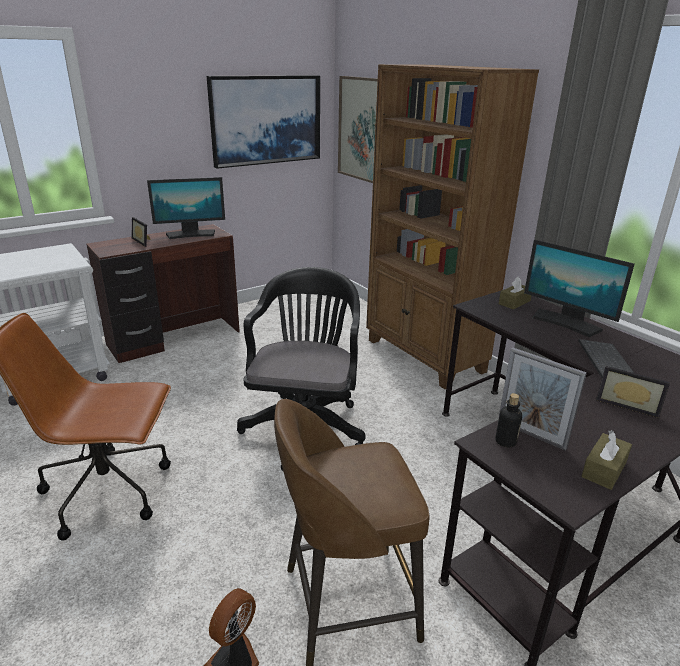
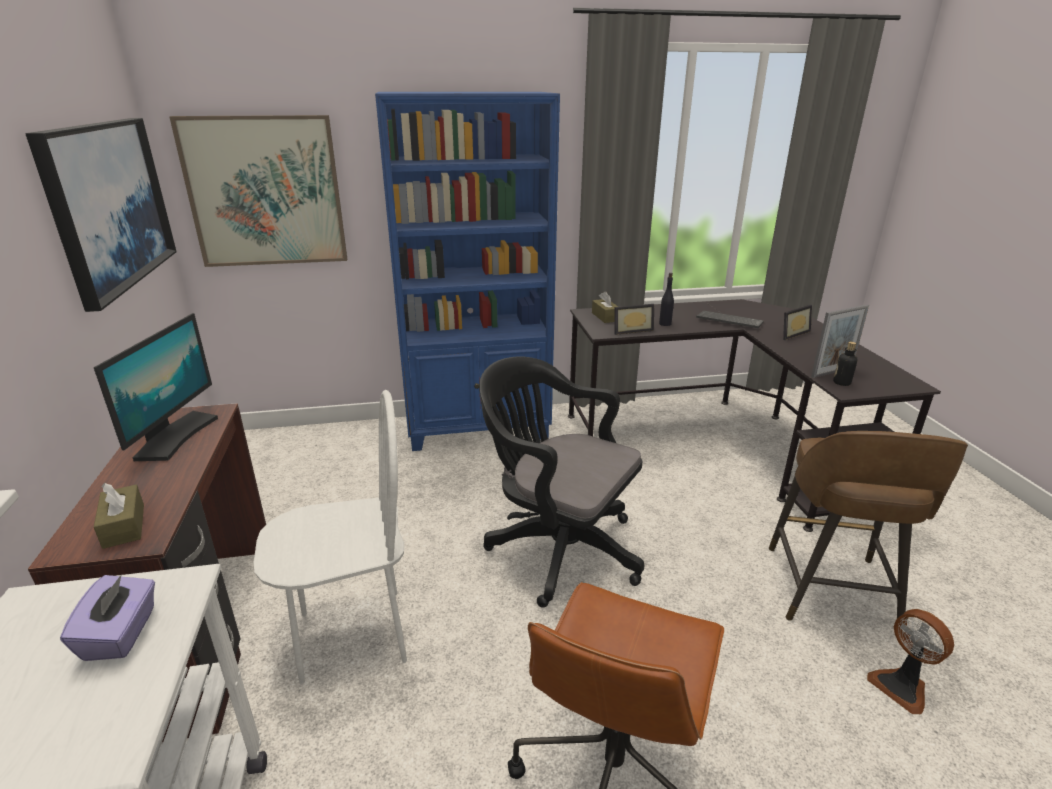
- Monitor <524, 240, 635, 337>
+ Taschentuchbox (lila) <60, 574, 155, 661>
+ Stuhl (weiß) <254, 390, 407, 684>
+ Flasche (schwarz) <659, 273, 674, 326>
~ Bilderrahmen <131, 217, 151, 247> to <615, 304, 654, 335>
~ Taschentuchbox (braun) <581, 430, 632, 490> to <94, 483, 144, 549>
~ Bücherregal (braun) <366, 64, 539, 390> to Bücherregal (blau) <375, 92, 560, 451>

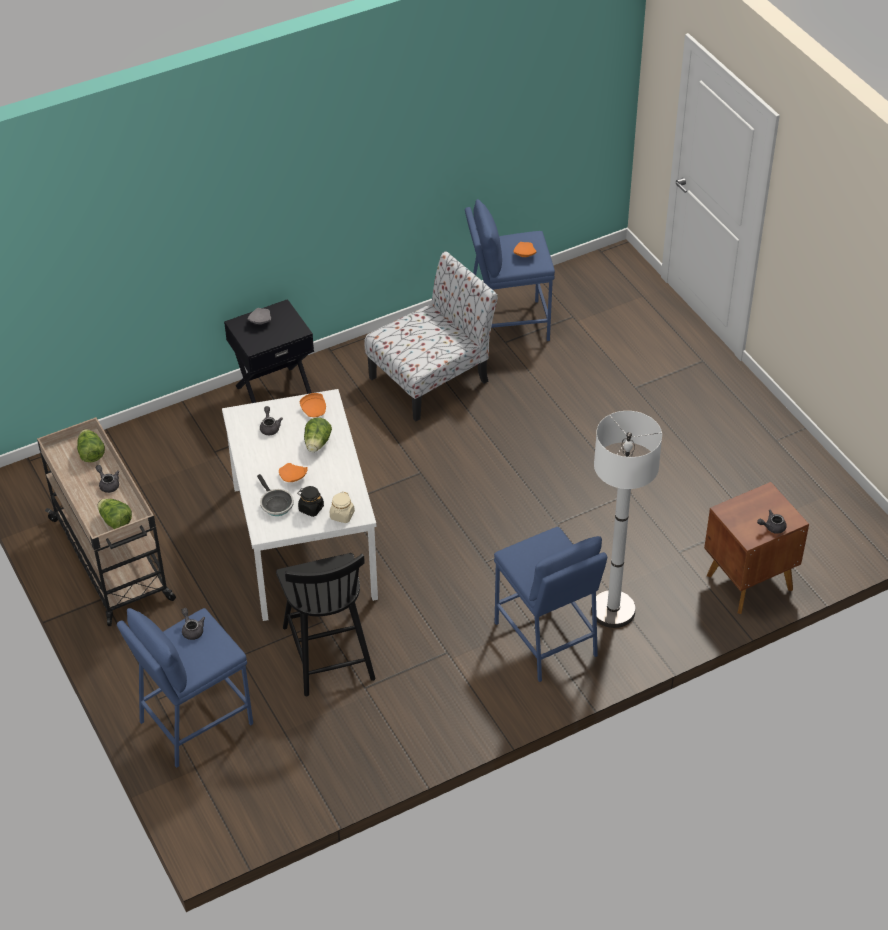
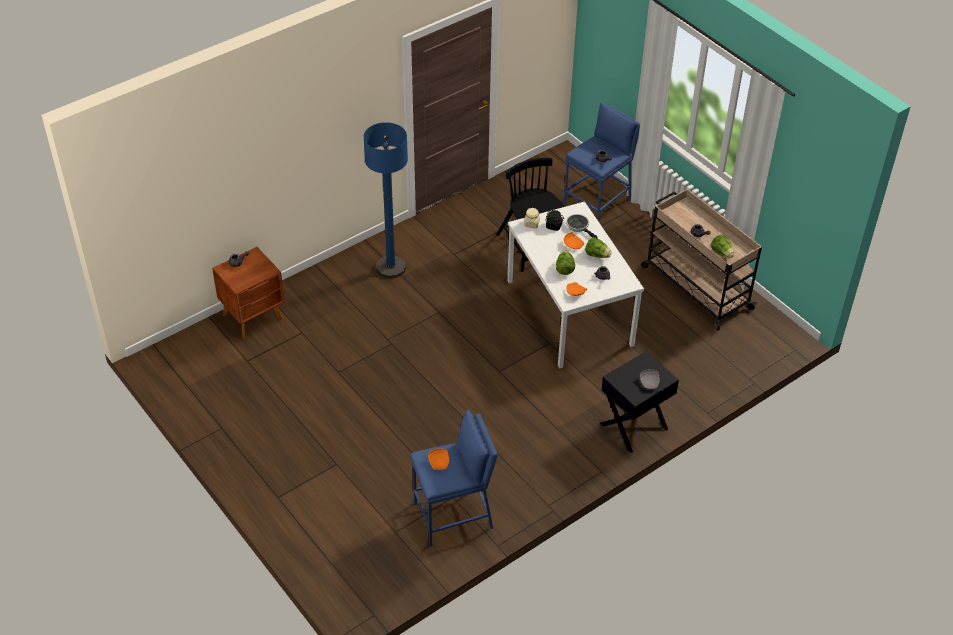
- Stuhl <364, 251, 498, 421>
- Stehlampe (weiß) <591, 411, 662, 628>
~ Salatkopf <97, 499, 132, 529> to <585, 237, 612, 258>
~ Hocker (blau) <494, 527, 607, 682> to Stehlampe (blau) <364, 122, 408, 278>

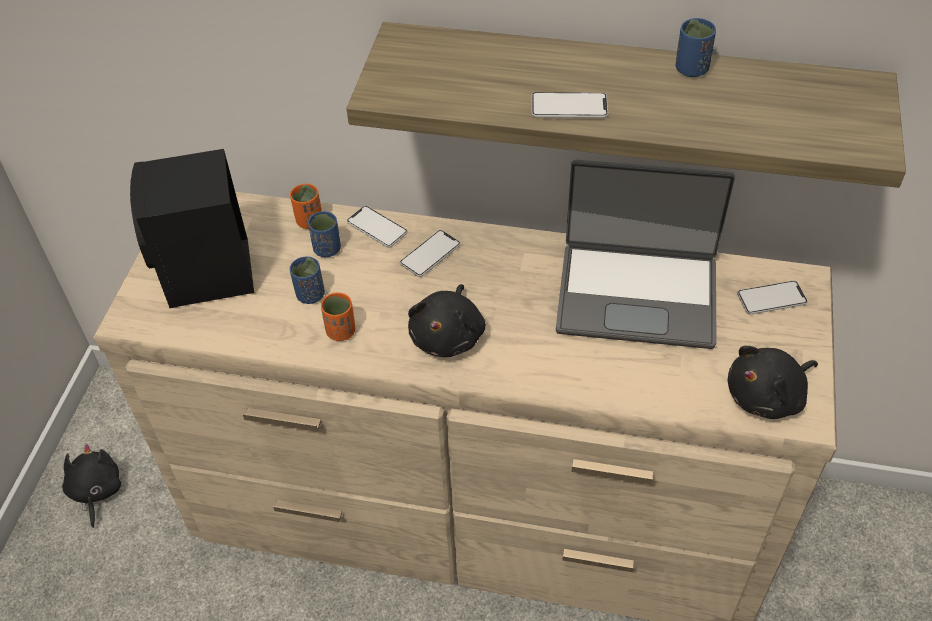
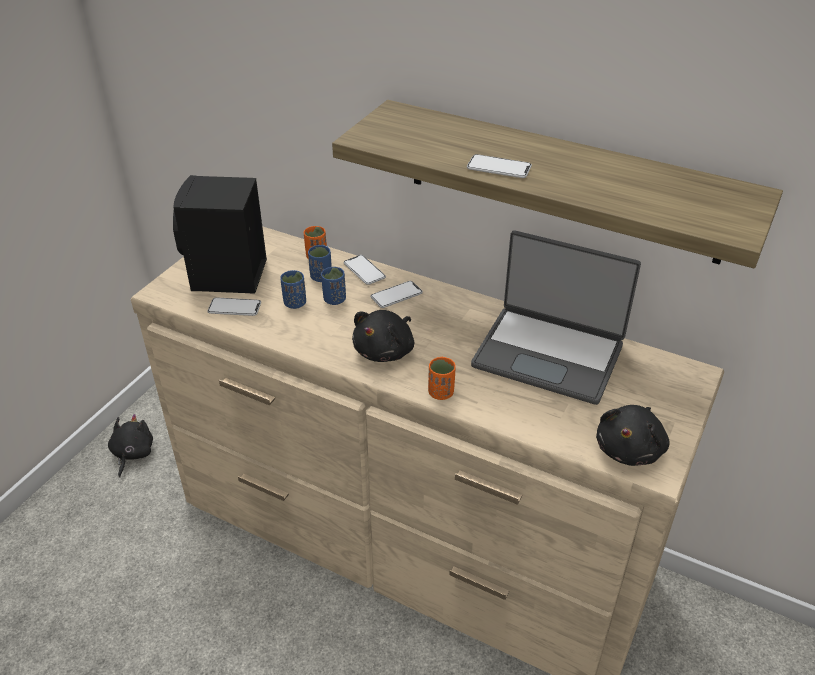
~ Tasse (orange) <321, 292, 355, 341> to <428, 357, 456, 400>
~ Tasse (blau) <676, 18, 716, 77> to <321, 267, 346, 305>
~ Handy <737, 281, 808, 314> to <207, 297, 261, 316>
~ Plüschtier (schwarz) <728, 346, 818, 419> = <596, 405, 670, 466> 45 degrees counterclockwise

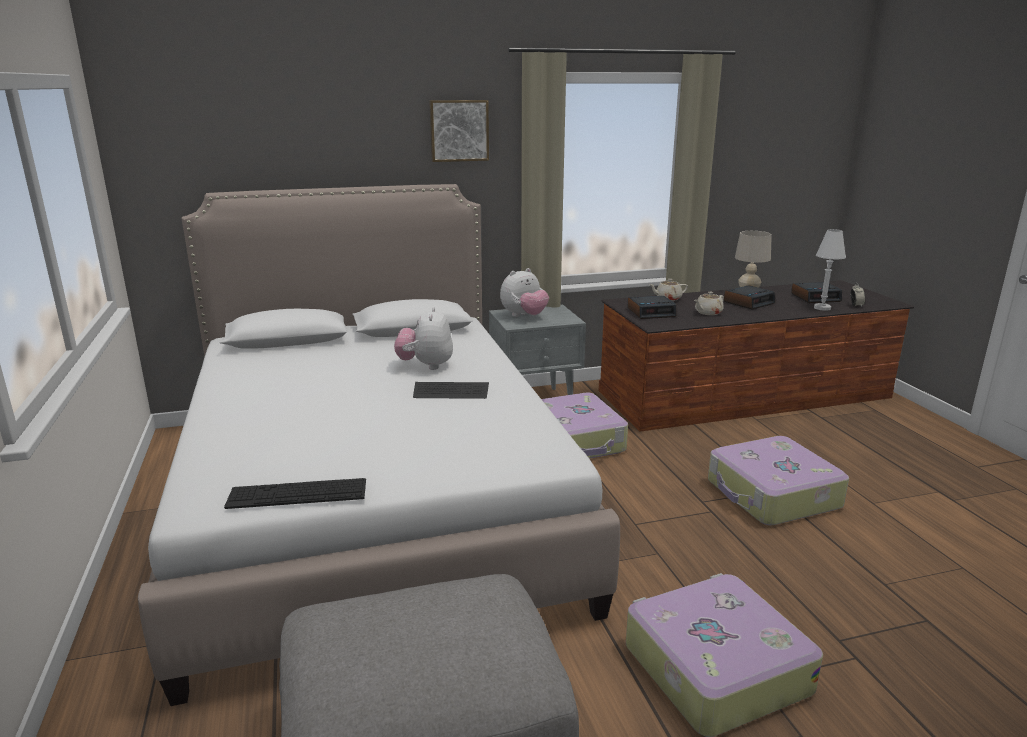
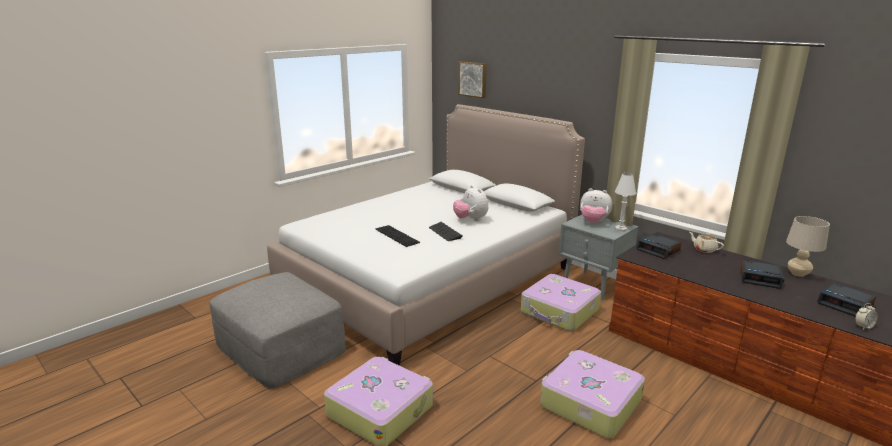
- Teekanne (beige) <695, 292, 724, 315>
~ Tastatur <224, 478, 366, 509> to <375, 225, 420, 247>
~ Bild <429, 100, 489, 162> to <458, 61, 487, 98>
~ Tischlampe (weiß) <814, 229, 846, 311> to <615, 173, 636, 232>
~ Plüschtier <394, 307, 453, 370> = <453, 185, 488, 221> 90 degrees counterclockwise

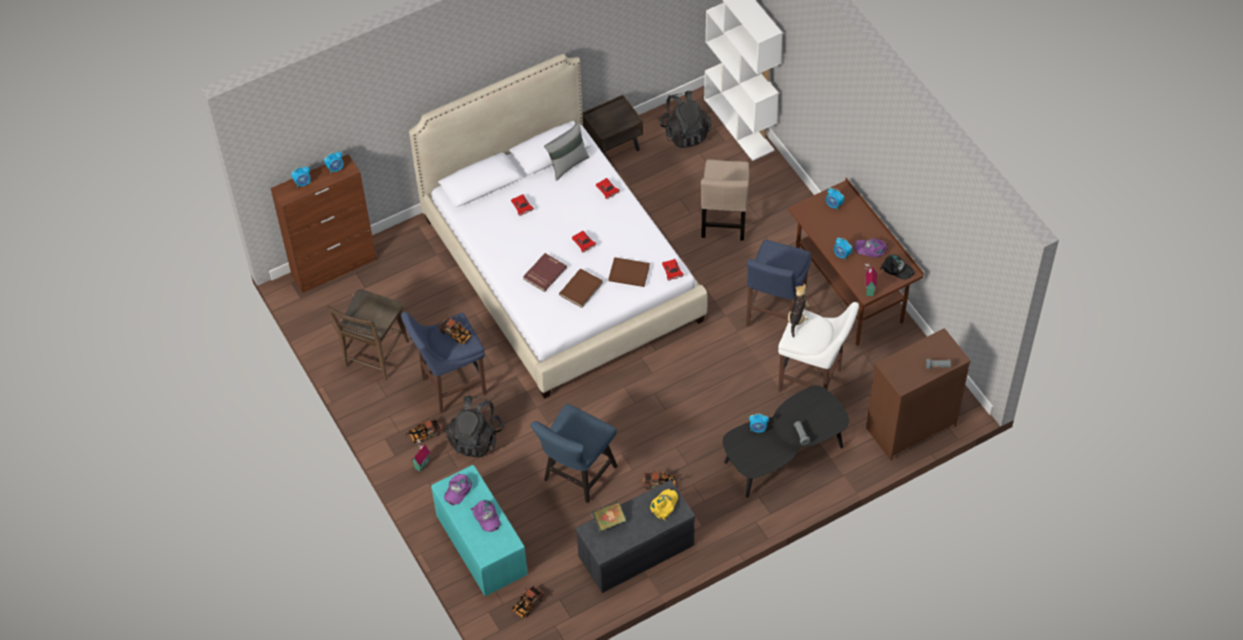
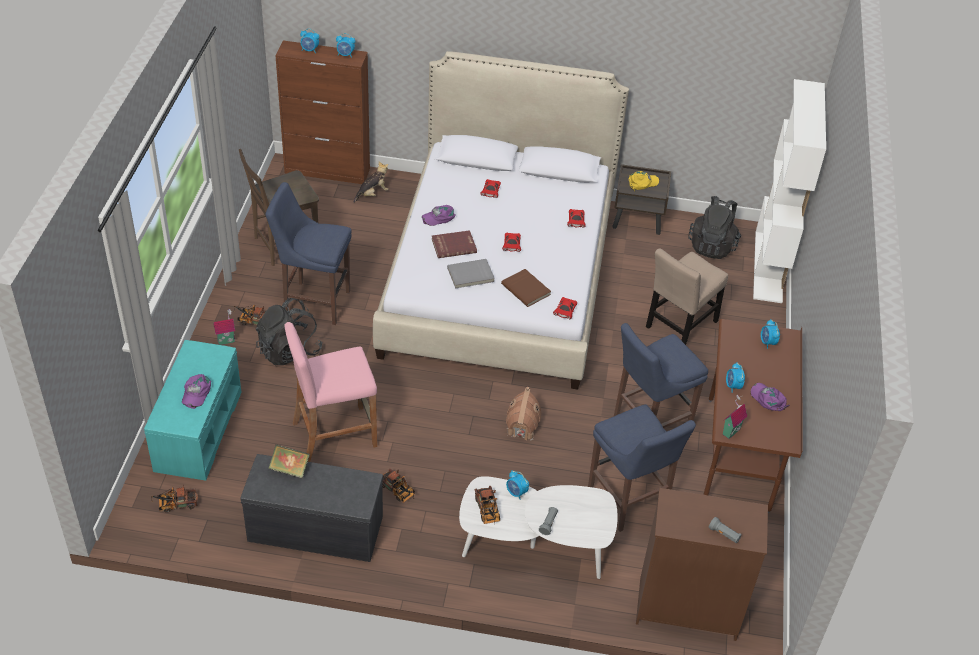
- Kissen (grau) <544, 123, 590, 181>
- Kappe (schwarz) <880, 255, 914, 280>
+ Spielzeughaus <506, 387, 542, 441>
~ Spielzeuglaster <438, 317, 471, 345> to <475, 486, 500, 525>
~ Kappe (lila) <444, 473, 473, 505> to <422, 205, 456, 226>
~ Kappe (gelb) <650, 489, 678, 520> to <628, 171, 659, 191>
~ Plüschtier <788, 284, 809, 338> to <354, 161, 389, 203>
~ Stuhl (blau) <530, 404, 617, 503> to Hocker (rosa) <284, 322, 377, 462>
~ Buch (braun) <559, 268, 603, 308> to Buch (grau) <447, 259, 495, 289>
~ Couchtisch (schwarz) <723, 385, 849, 498> to Couchtisch (weiß) <459, 476, 618, 579>
~ Hocker (weiß) <778, 302, 859, 392> to Hocker (blau) <588, 404, 696, 532>

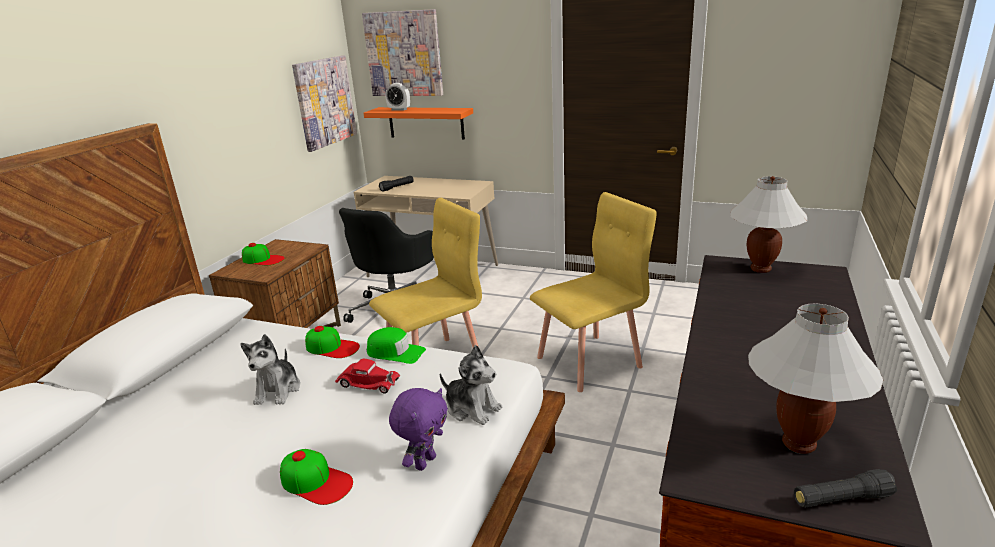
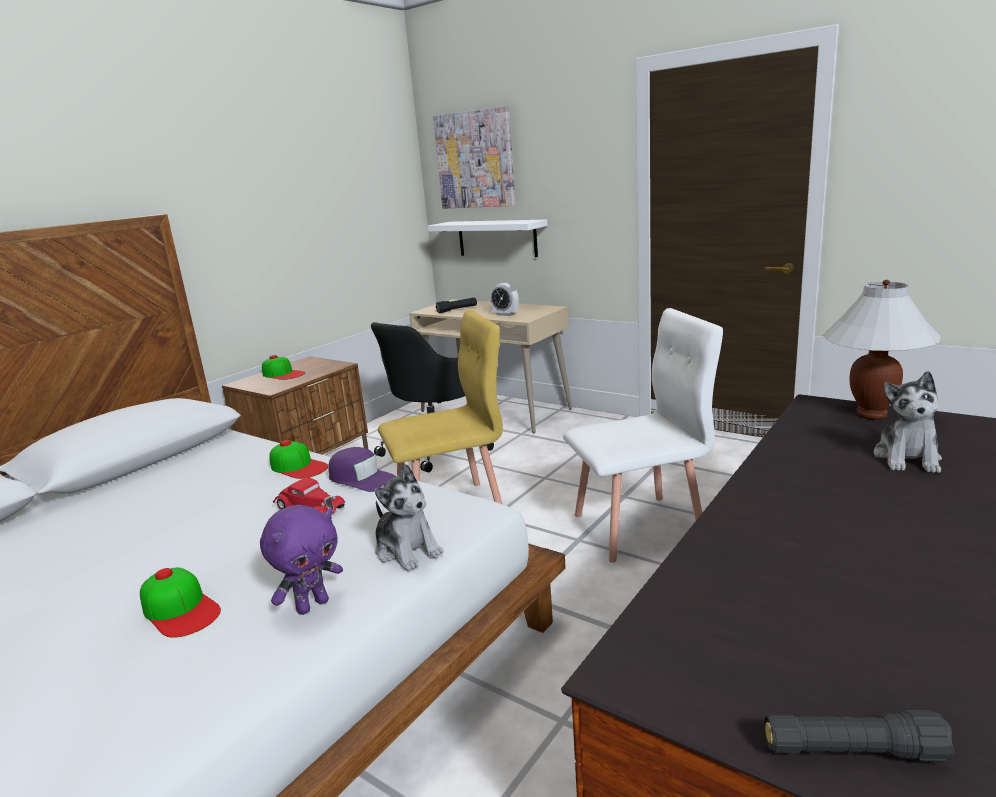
- Bild <292, 55, 357, 152>
- Tischlampe (weiß) <748, 303, 883, 454>
~ Plüschtier <240, 334, 300, 405> to <874, 371, 942, 473>
~ Wecker <385, 83, 410, 111> to <490, 283, 519, 316>
~ Wandregal (orange) <364, 107, 473, 139> to Wandregal (weiß) <428, 220, 548, 257>
~ Kappe (grün) <367, 327, 426, 364> to Kappe (lila) <328, 447, 396, 492>
~ Stuhl (gelb) <530, 192, 656, 392> to Stuhl (weiß) <563, 308, 723, 563>

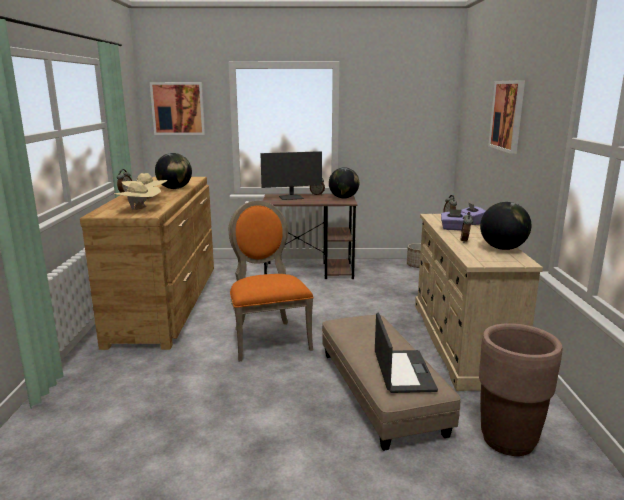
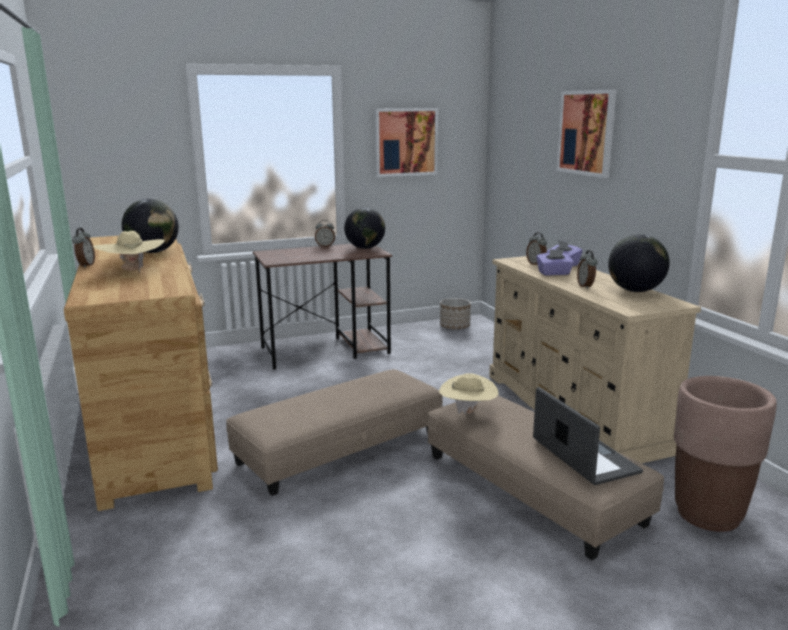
- Monitor <260, 151, 322, 200>
~ Hut (beige) <113, 181, 161, 210> to <439, 373, 499, 414>
~ Bild <150, 82, 205, 135> to <375, 108, 438, 177>
~ Stuhl (orange) <229, 201, 314, 362> to Polsterhocker (beige) <226, 369, 443, 496>

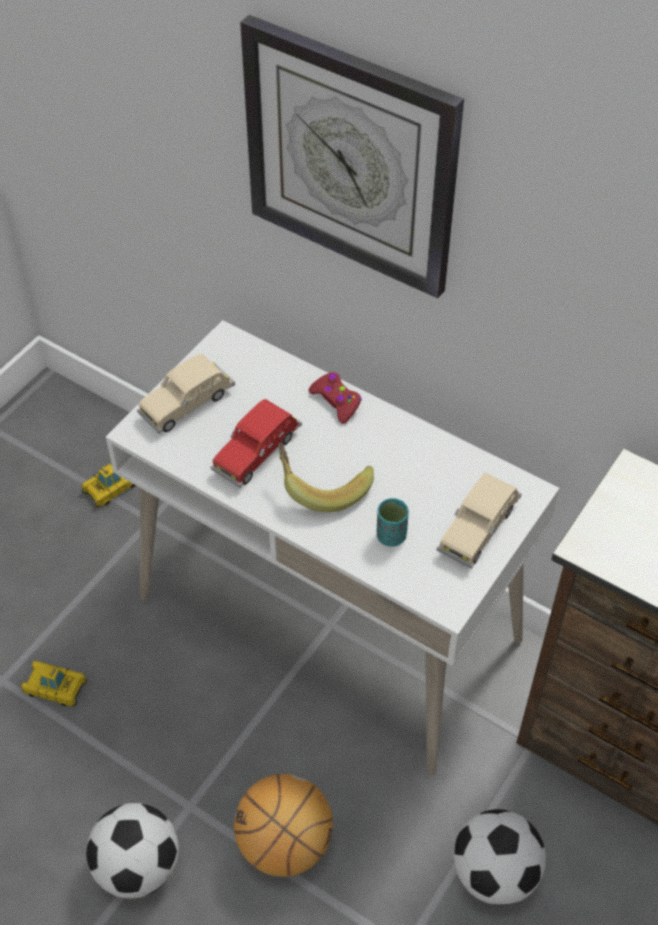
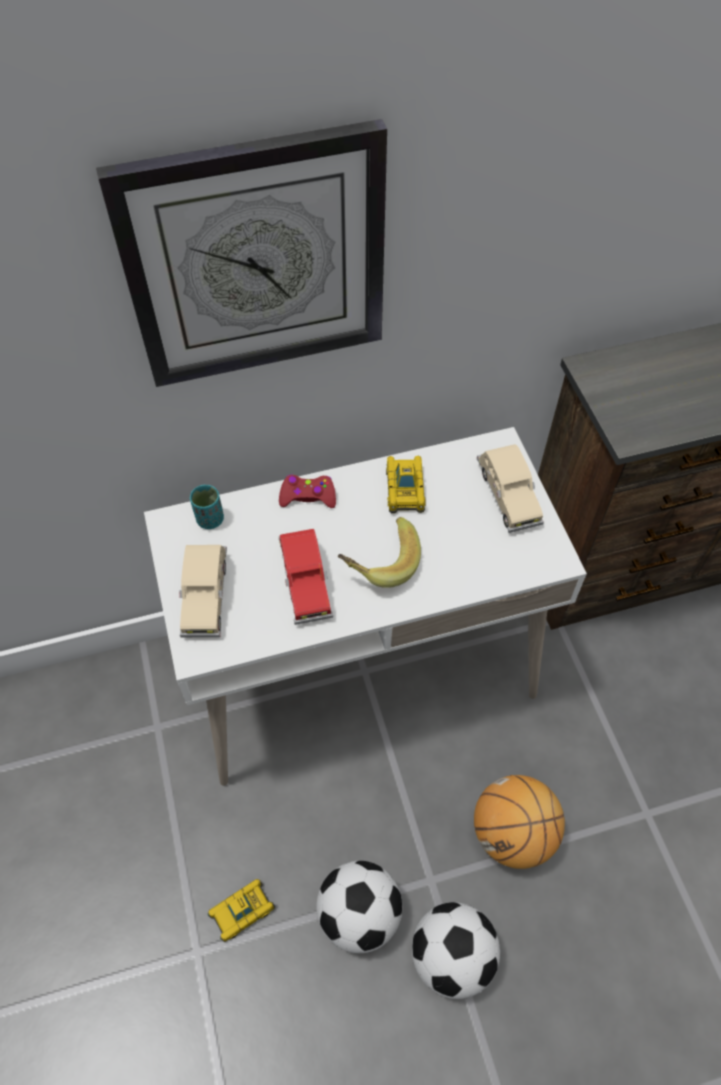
~ Spielzeugauto <81, 464, 135, 508> to <386, 456, 426, 513>
~ Tasse (türkis) <377, 498, 409, 547> to <190, 485, 224, 529>
~ Fußball <453, 809, 546, 905> to <316, 861, 402, 953>

